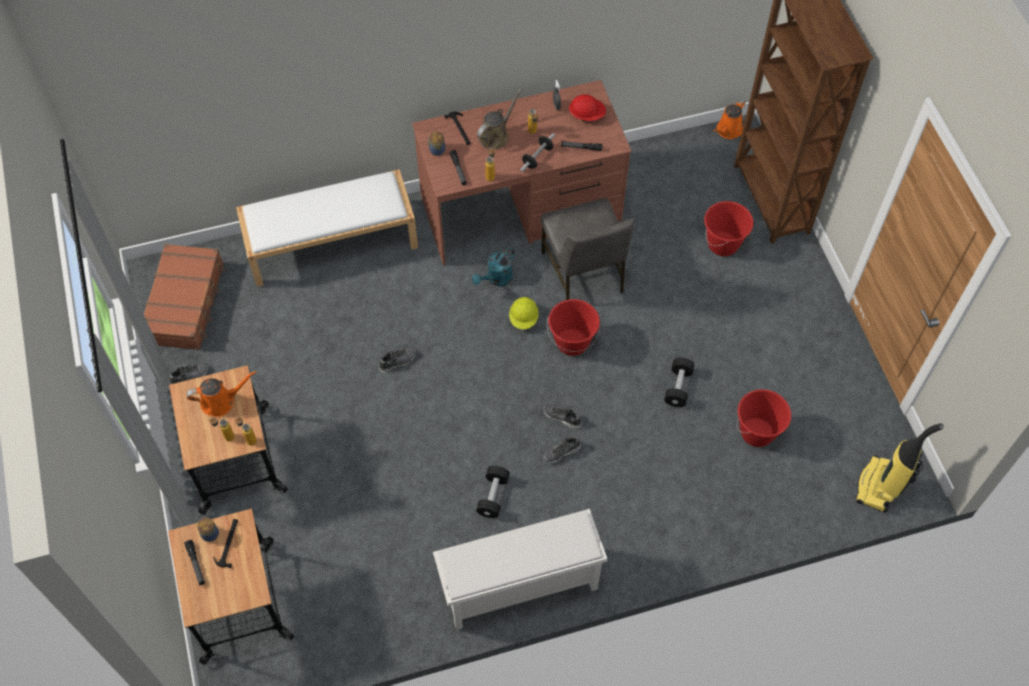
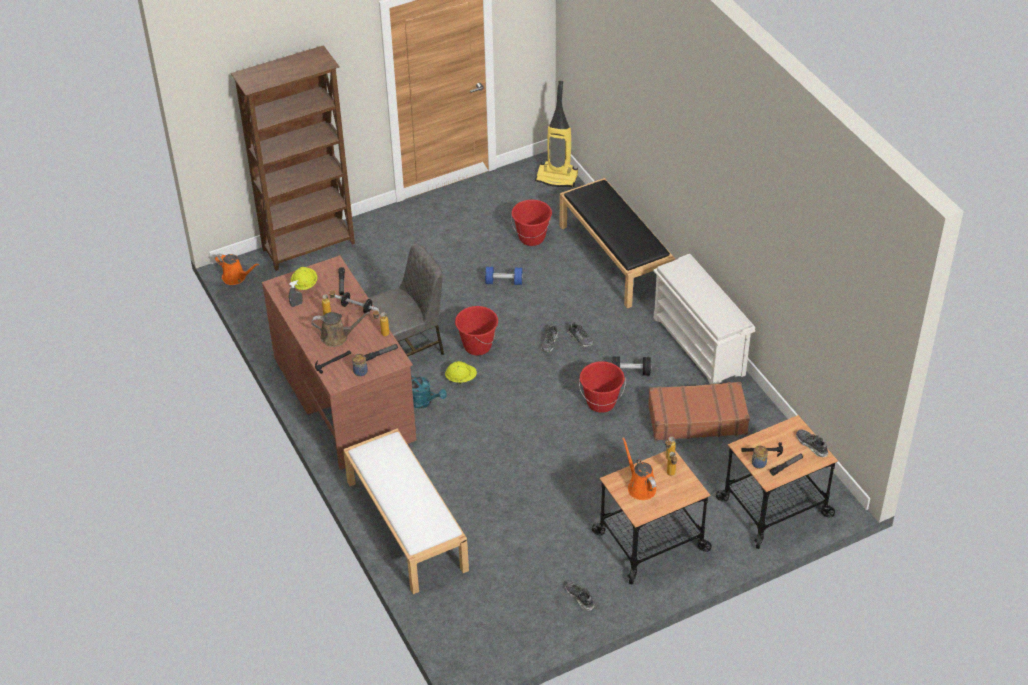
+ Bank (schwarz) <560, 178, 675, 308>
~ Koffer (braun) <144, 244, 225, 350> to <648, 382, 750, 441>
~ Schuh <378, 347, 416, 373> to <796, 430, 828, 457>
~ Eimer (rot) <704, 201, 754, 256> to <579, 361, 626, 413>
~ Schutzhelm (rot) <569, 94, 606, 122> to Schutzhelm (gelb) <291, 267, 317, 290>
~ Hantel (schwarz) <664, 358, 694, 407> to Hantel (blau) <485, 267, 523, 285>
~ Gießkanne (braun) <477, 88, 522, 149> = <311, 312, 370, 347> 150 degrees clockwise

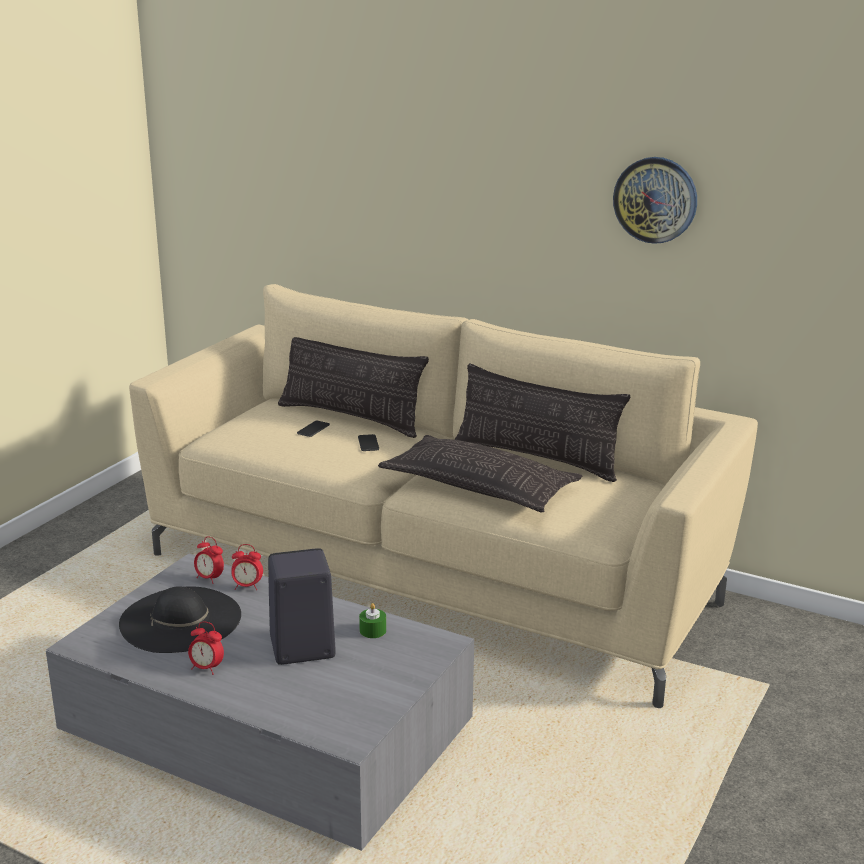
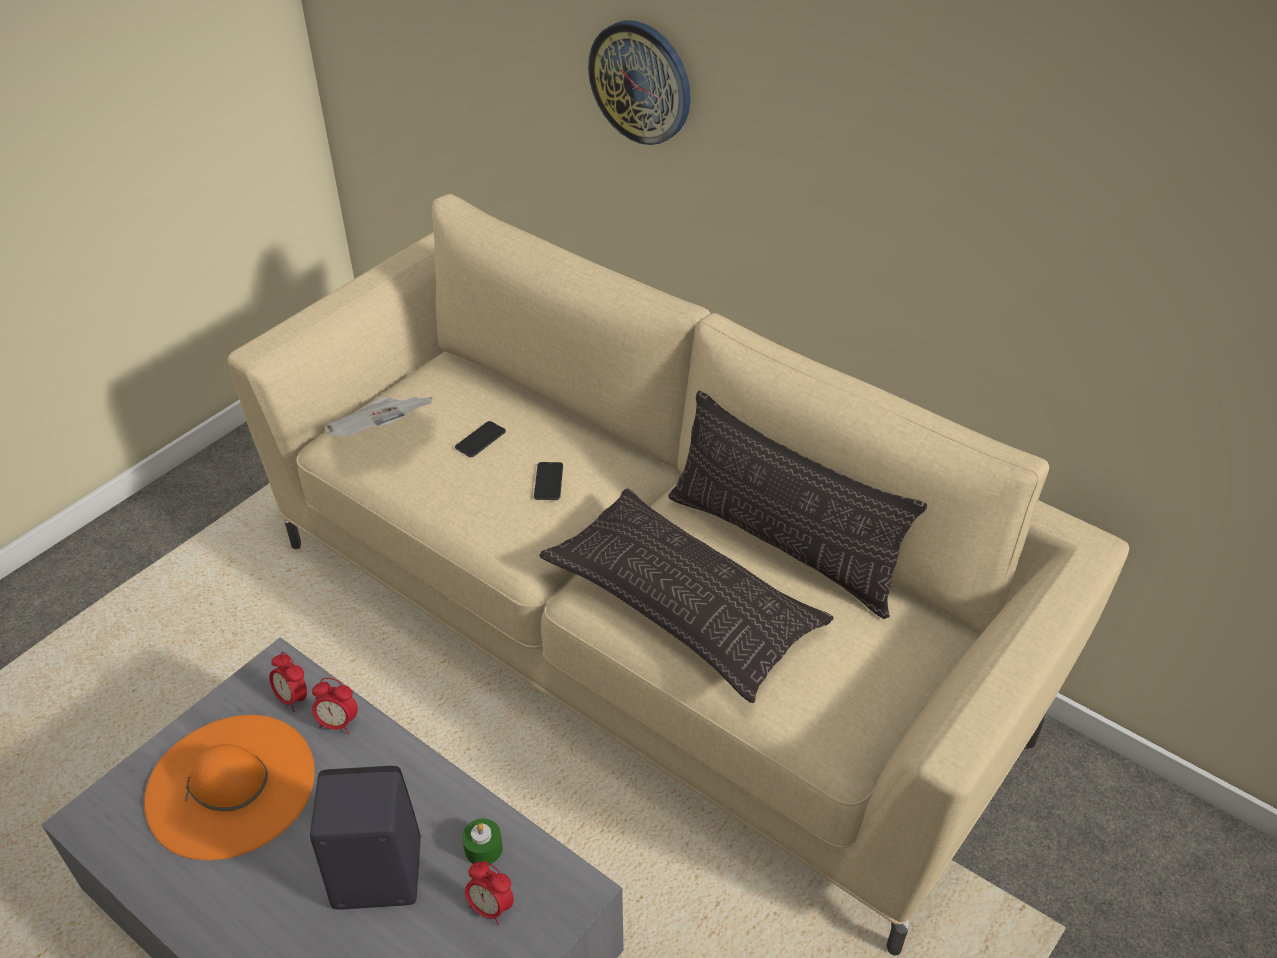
- Kissen <278, 337, 429, 438>
+ Zeitung <325, 397, 433, 437>
~ Wecker <188, 622, 224, 675> to <465, 861, 514, 925>
~ Wanduhr <613, 157, 697, 244> to <588, 20, 691, 145>
~ Hut (schwarz) <119, 586, 241, 653> to Hut (orange) <144, 715, 315, 860>

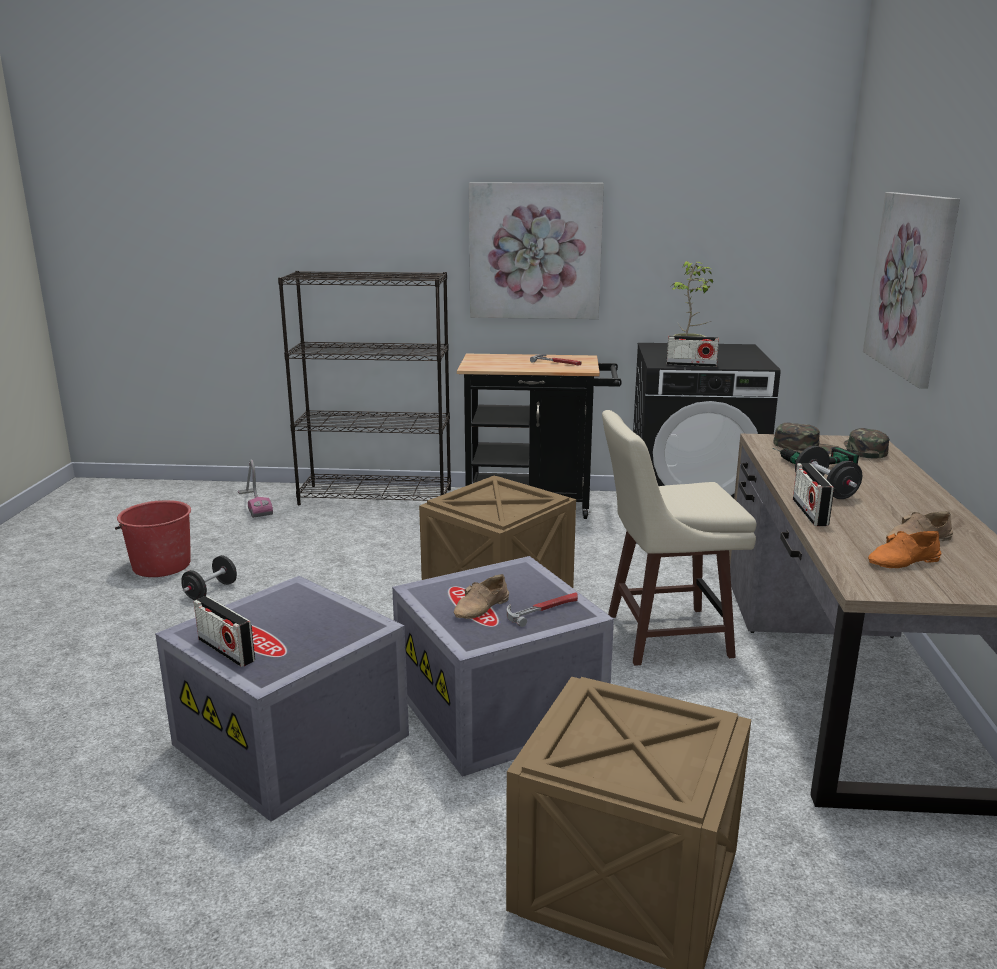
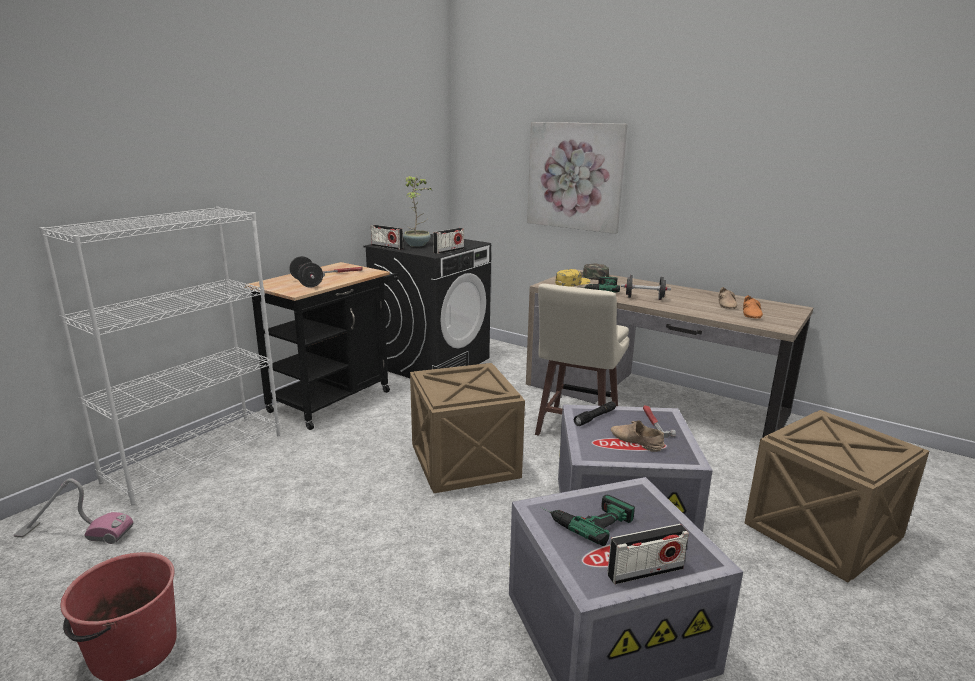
- Bild <469, 183, 604, 319>
+ Bohrmaschine <540, 495, 635, 546>
+ Taschenlampe (schwarz) <574, 402, 616, 426>
~ Hantel (schwarz) <181, 555, 237, 600> to <289, 256, 323, 288>
~ Radio <793, 463, 834, 526> to <371, 225, 403, 250>
~ Bücherregal (schwarz) <278, 271, 451, 505> to Bücherregal (weiß) <39, 207, 280, 506>
~ Kappe (grün) <774, 423, 839, 454> to Kappe (gelb) <555, 269, 591, 286>
~ Schuh (beige) <454, 574, 509, 619> = <611, 420, 665, 452> 150 degrees clockwise

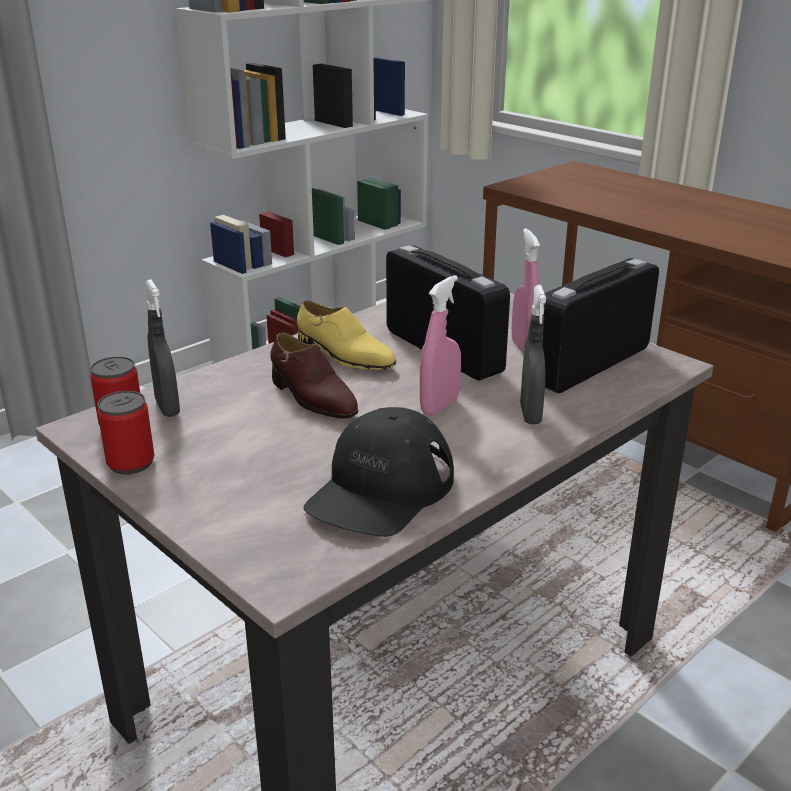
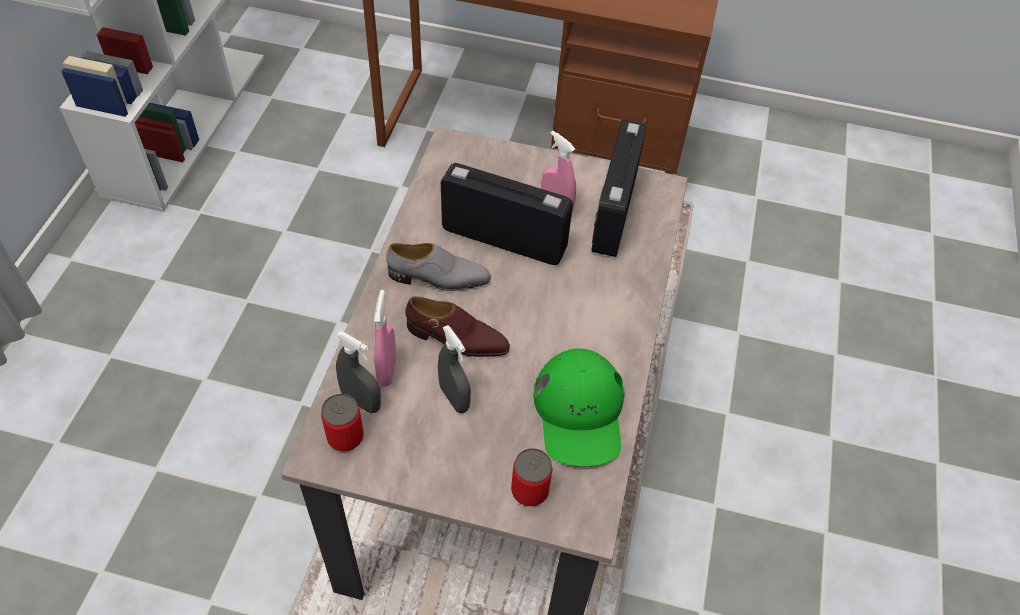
~ Dose <97, 391, 154, 474> to <511, 448, 553, 506>
~ Sprühflasche (rosa) <420, 275, 461, 416> to <374, 290, 396, 387>
~ Sprühflasche (grau) <520, 285, 546, 424> to <438, 325, 471, 414>
~ Schuh (gelb) <297, 300, 396, 370> to Schuh (grau) <386, 243, 491, 291>
~ Kappe (schwarz) <303, 407, 454, 537> to Kappe (grün) <534, 349, 625, 466>

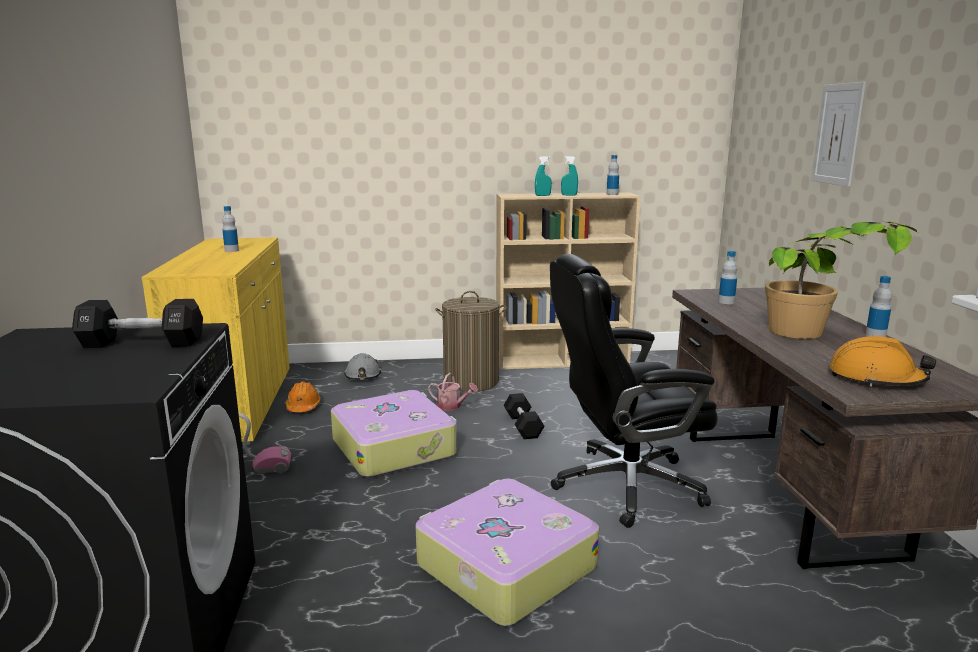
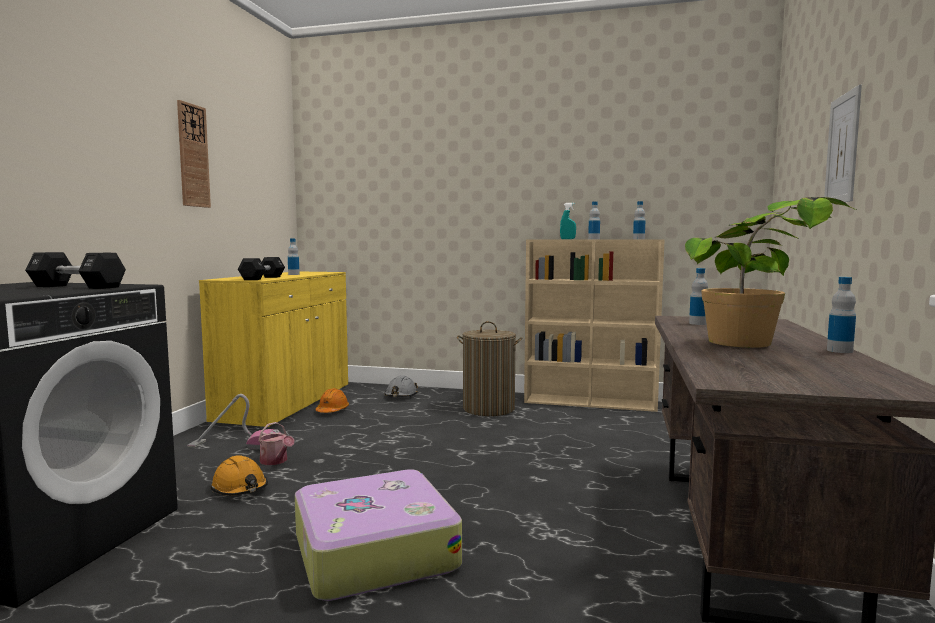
- Koffer <331, 390, 457, 477>
- Bürostuhl (schwarz) <550, 254, 718, 528>
+ Wanduhr <177, 100, 211, 208>
~ Gießkanne <428, 373, 478, 411> to <258, 422, 294, 465>
~ Hantel (schwarz) <503, 393, 545, 439> to <238, 257, 285, 280>
~ Schutzhelm (orange) <829, 336, 936, 387> to <211, 455, 268, 496>
~ Sprühflasche (türkis) <561, 156, 578, 196> to Flasche <588, 202, 600, 239>

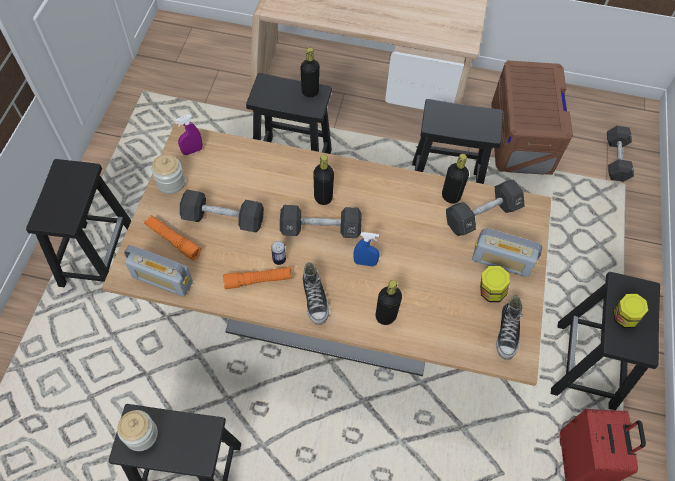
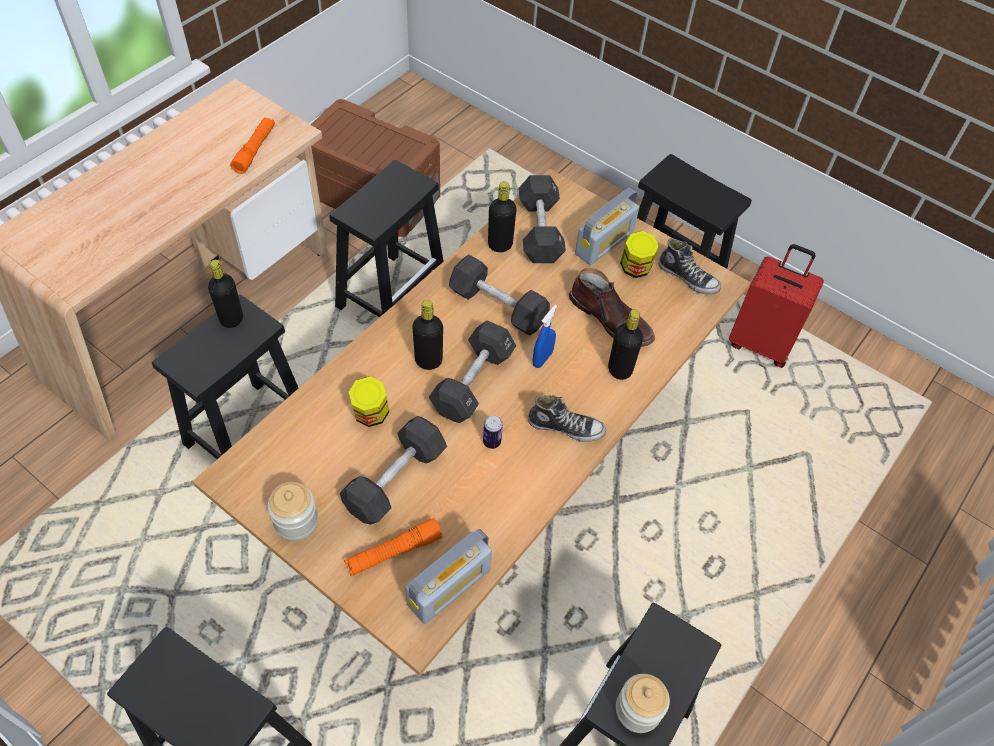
- Sprühflasche (lila) <175, 115, 202, 155>
+ Stiefel (braun) <569, 268, 655, 347>
~ Taschenlampe (orange) <223, 267, 292, 289> to <230, 117, 275, 174>
~ Hantel (schwarz) <607, 126, 634, 182> to <449, 254, 550, 336>
~ Vorratsglas <613, 294, 648, 328> to <349, 377, 389, 427>

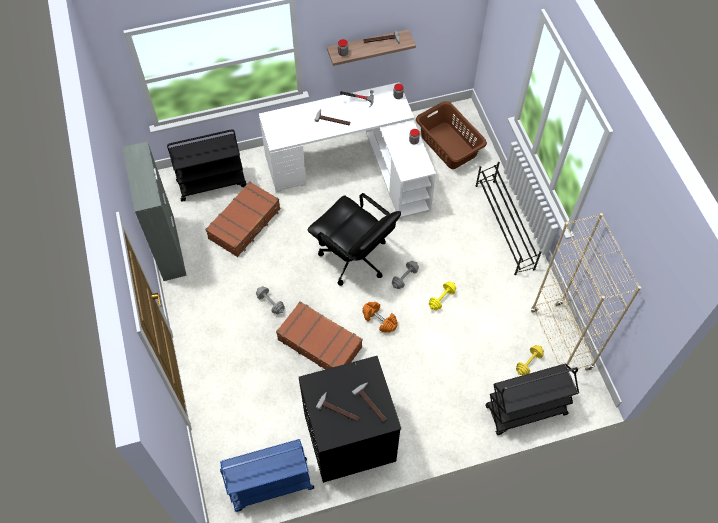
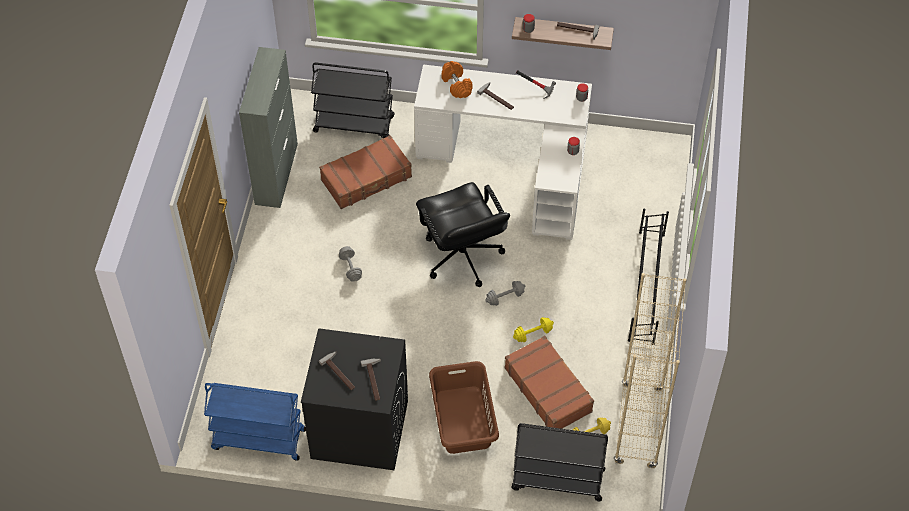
~ Koffer (braun) <276, 301, 362, 369> to <505, 336, 594, 429>
~ Hantel (orange) <362, 302, 398, 333> to <441, 61, 473, 98>
~ Wäschekorb (braun) <416, 101, 487, 169> to <429, 361, 499, 454>

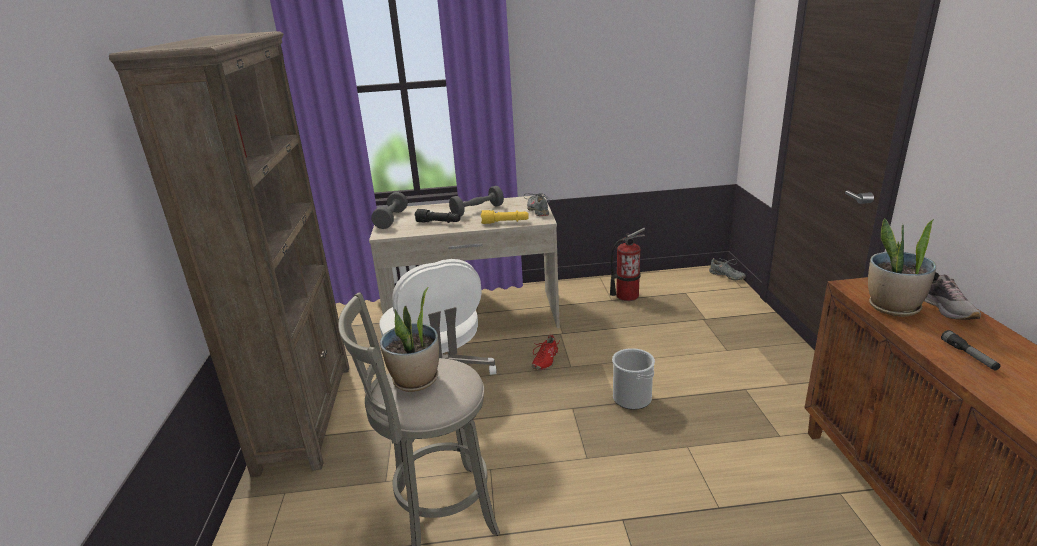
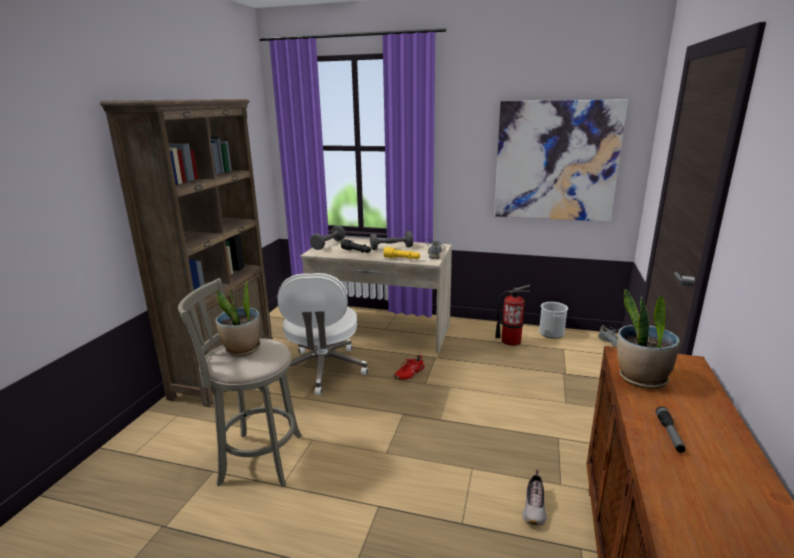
+ Bild <494, 99, 628, 222>
~ Eimer <612, 348, 655, 410> to <539, 302, 568, 339>
~ Schuh <924, 272, 981, 320> to <522, 469, 547, 526>

